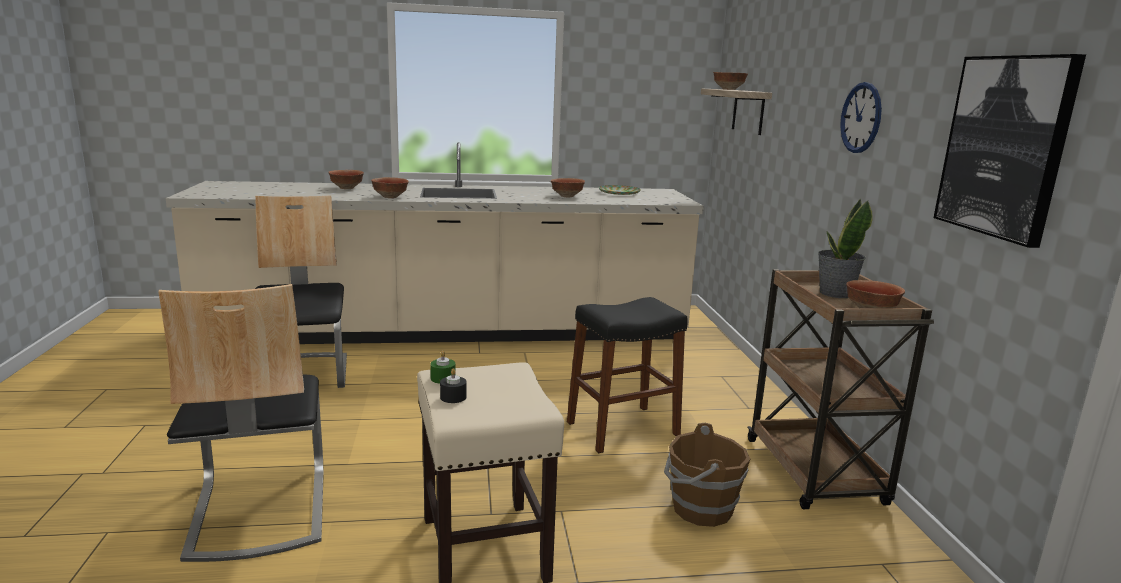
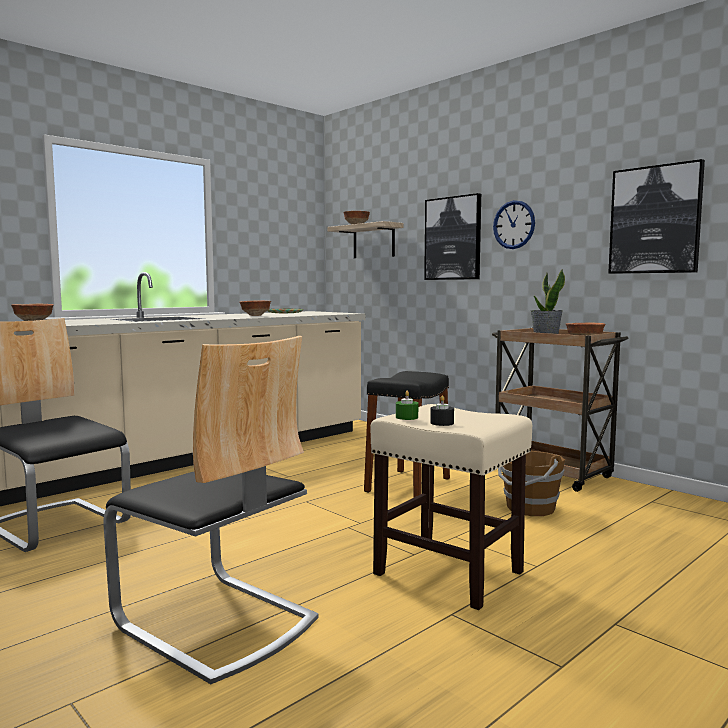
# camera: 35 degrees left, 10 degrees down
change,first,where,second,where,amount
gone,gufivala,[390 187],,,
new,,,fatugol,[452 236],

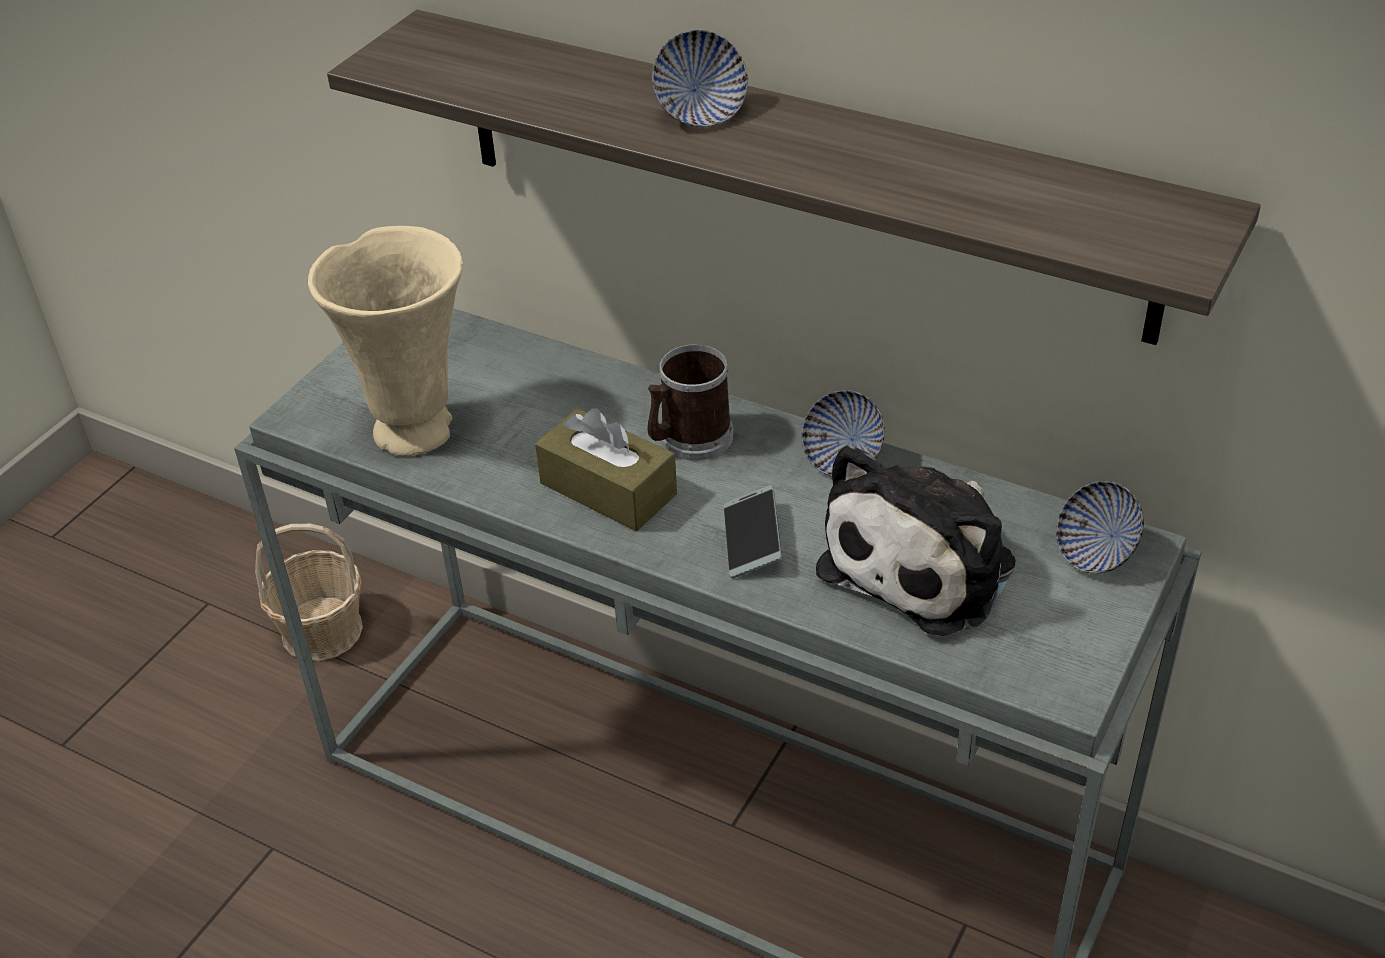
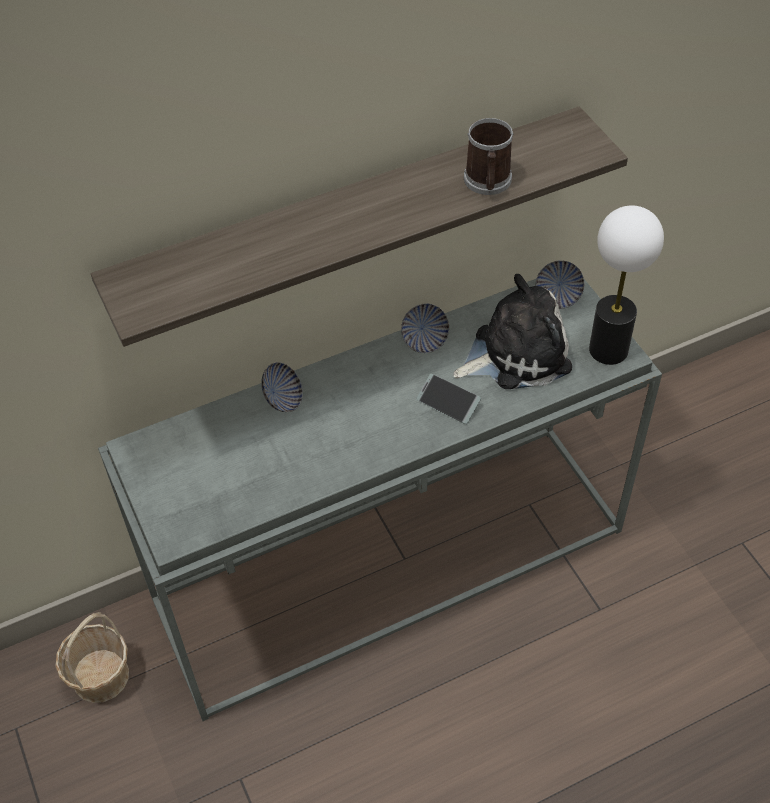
# camera: 55 degrees left, 10 degrees up
change,first,where,second,where,amount
gone,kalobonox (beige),[385 341],,,
gone,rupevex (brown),[606 469],,,
shifted,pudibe,[690 402],,[488 156],
shifted,gufivala,[700 78],,[282 387],
rotated,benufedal,[916 540],,[512 331],90 degrees counterclockwise
new,,,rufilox,[626 285],

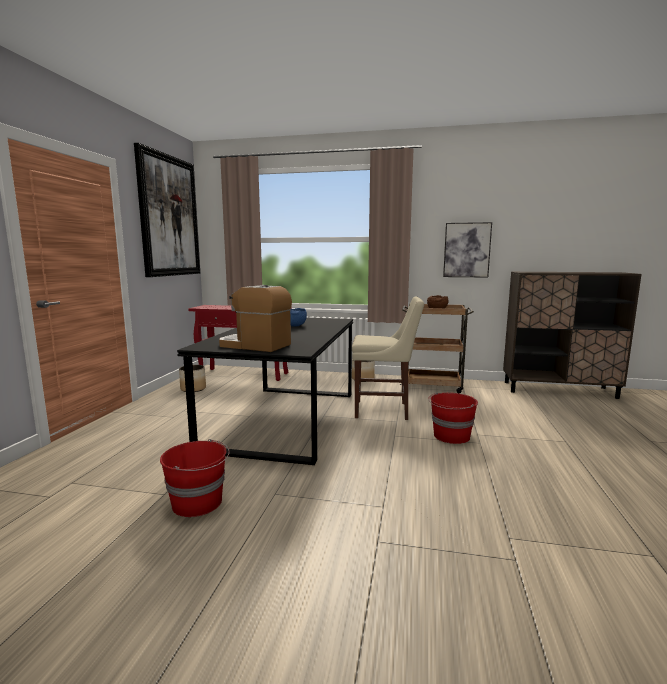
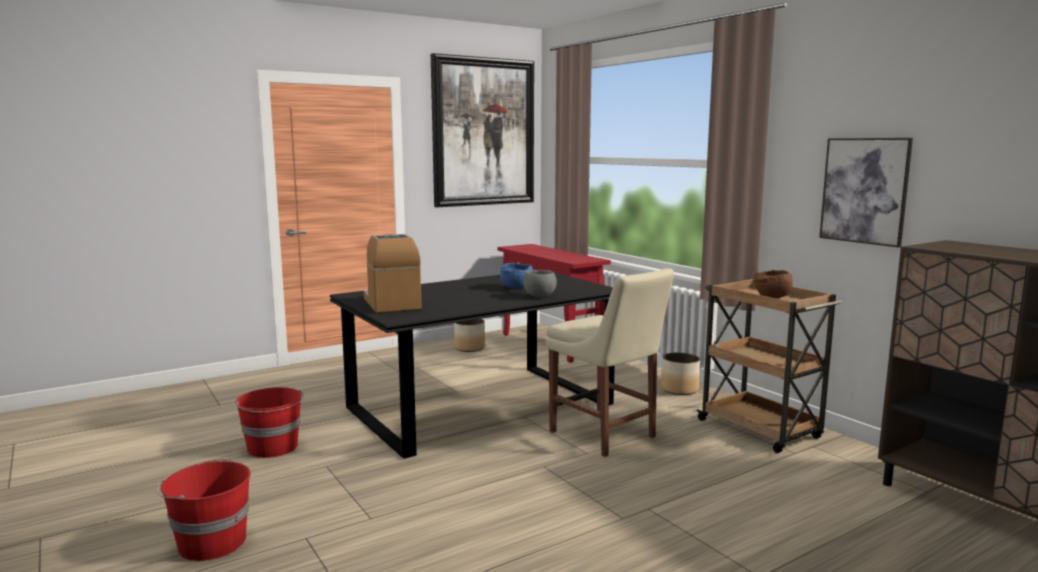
# camera: 45 degrees right, 0 degrees up
change,first,where,second,where,amount
shifted,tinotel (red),[453 418],,[203 509],
new,,,gufivala (grey),[540 283],

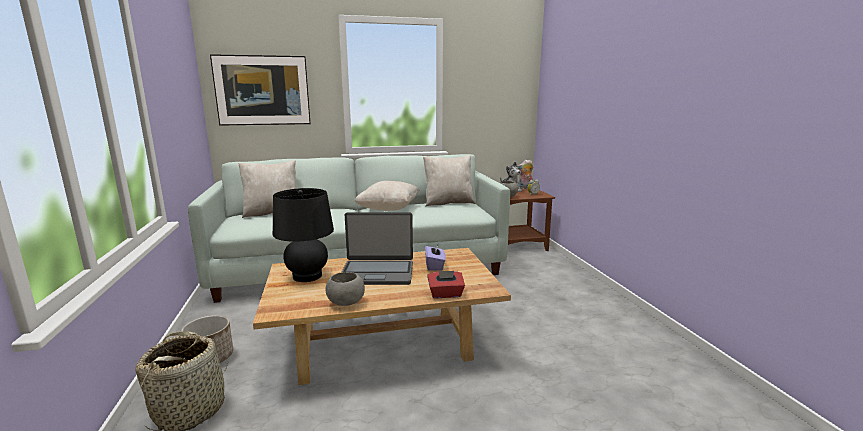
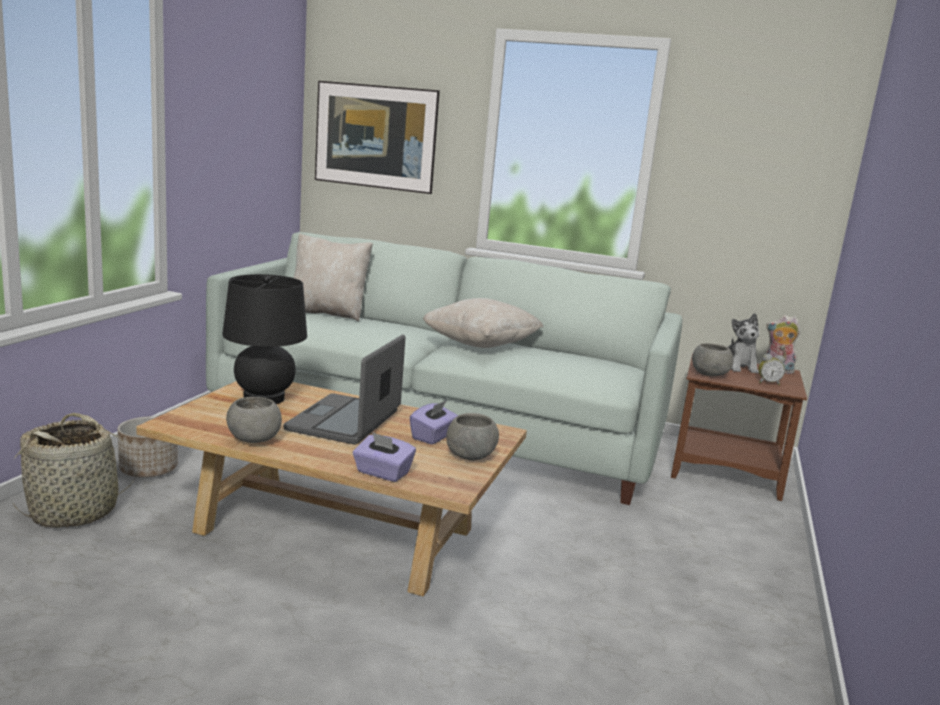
# camera: 30 degrees right, 0 degrees up
change,first,where,second,where,amount
rotated,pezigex,[377 248],,[344 389],75 degrees clockwise
gone,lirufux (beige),[449 181],,,
repainted,rupevex (red),[446 284],rupevex (purple),[384 457],
new,,,gufivala (grey),[472 437],

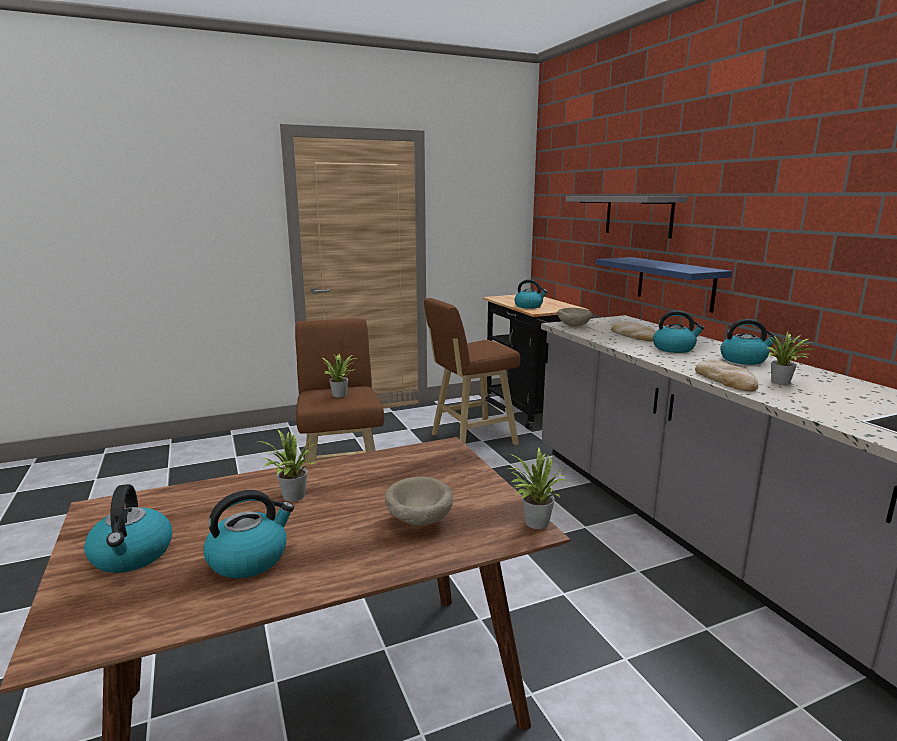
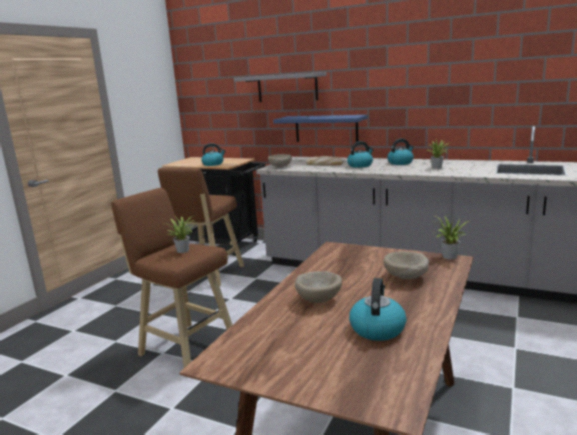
# camera: 40 degrees left, 0 degrees up
change,first,where,second,where,amount
gone,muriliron,[128 528],,,
swapped,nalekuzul,[286 465],gufivala (beige),[318 287],
gone,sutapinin,[727 375],,,

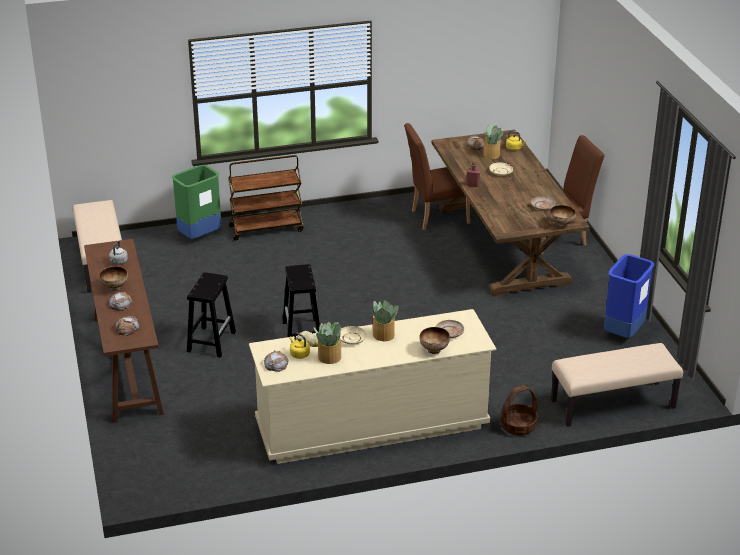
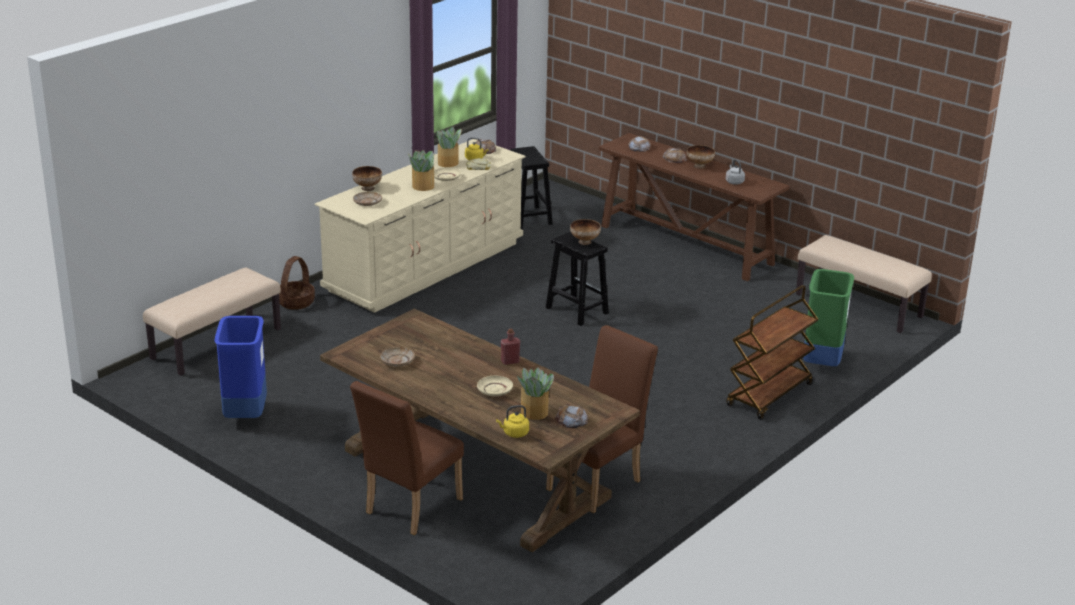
# camera: 145 degrees right, 5 degrees down
change,first,where,second,where,amount
shifted,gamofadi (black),[211 315],,[531 187],
shifted,gufivala,[562 216],,[585 232],

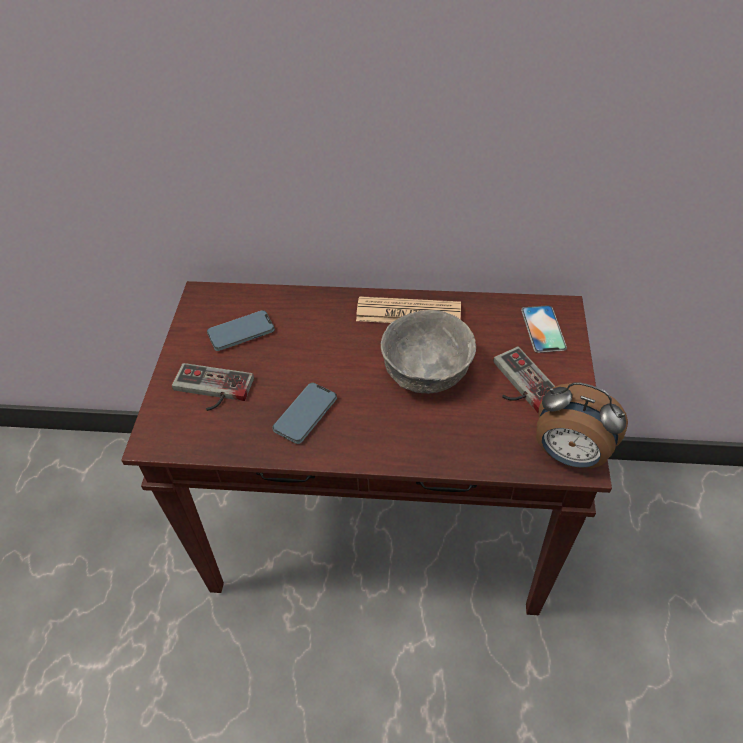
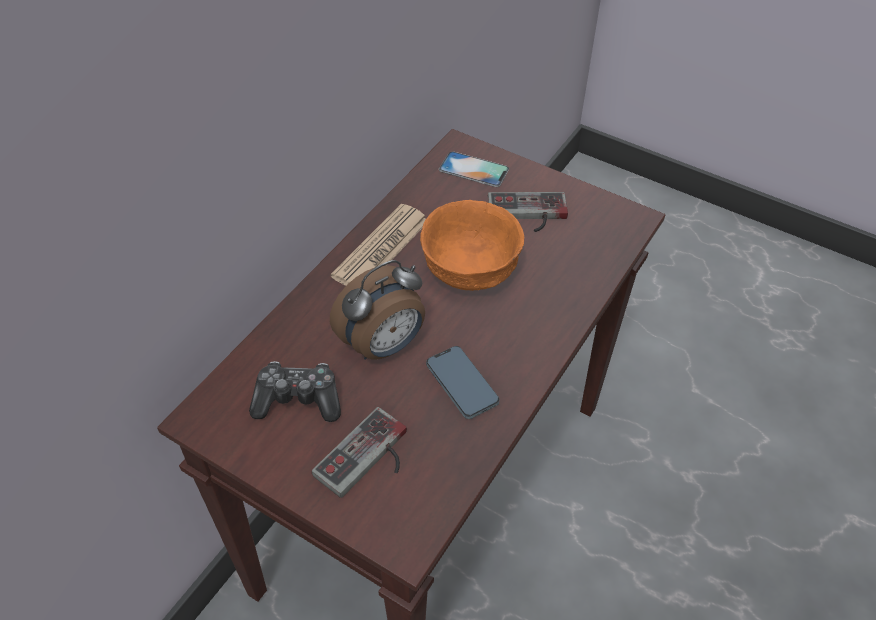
# camera: 65 degrees left, 0 degrees up
change,first,where,second,where,amount
swapped,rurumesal,[241 330],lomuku,[295 391],
repainted,gufivala (grey),[428 352],gufivala (orange),[472 245],
shifted,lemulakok,[582 425],,[377 310],

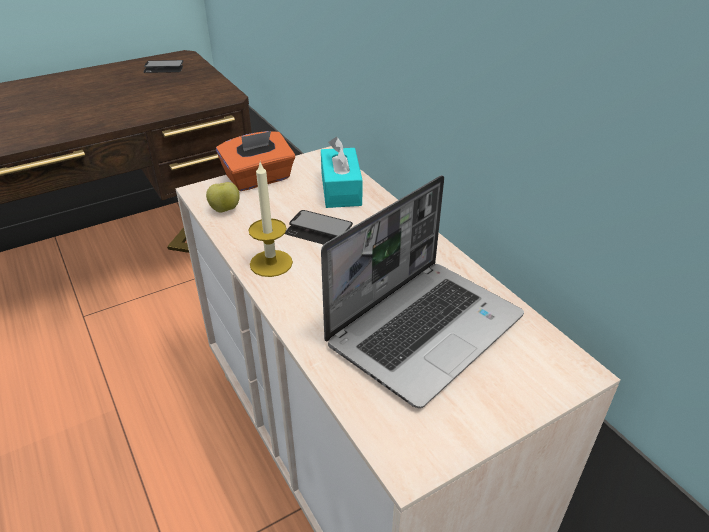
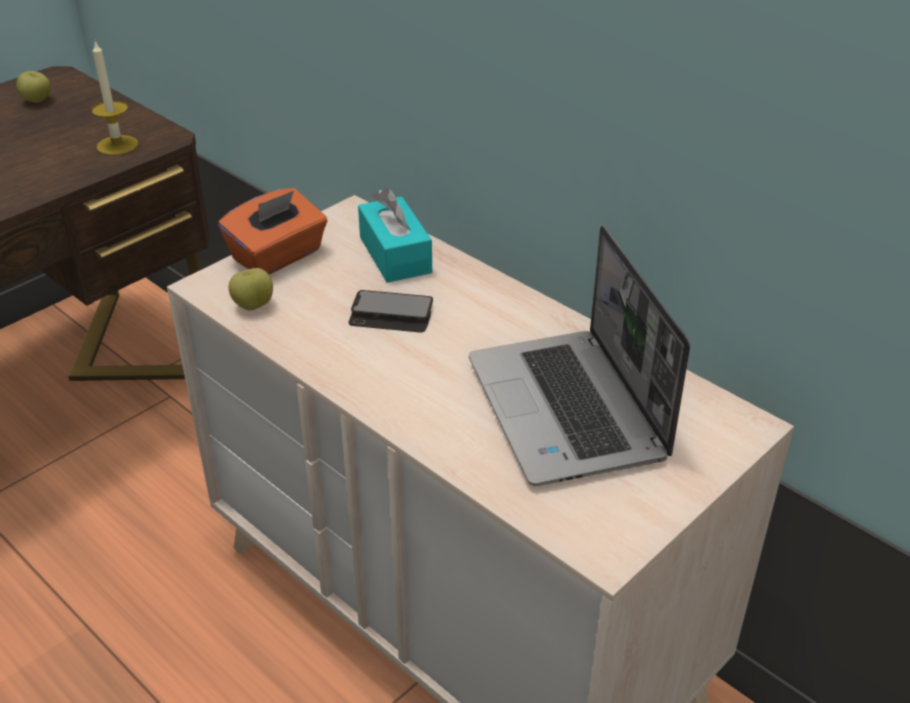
# camera: 15 degrees left, 0 degrees up
change,first,where,second,where,amount
swapped,rurumesal,[163 66],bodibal,[33 87],
shifted,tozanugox,[270 219],,[115 97],
rotated,pezigex,[422 291],,[579 356],135 degrees clockwise

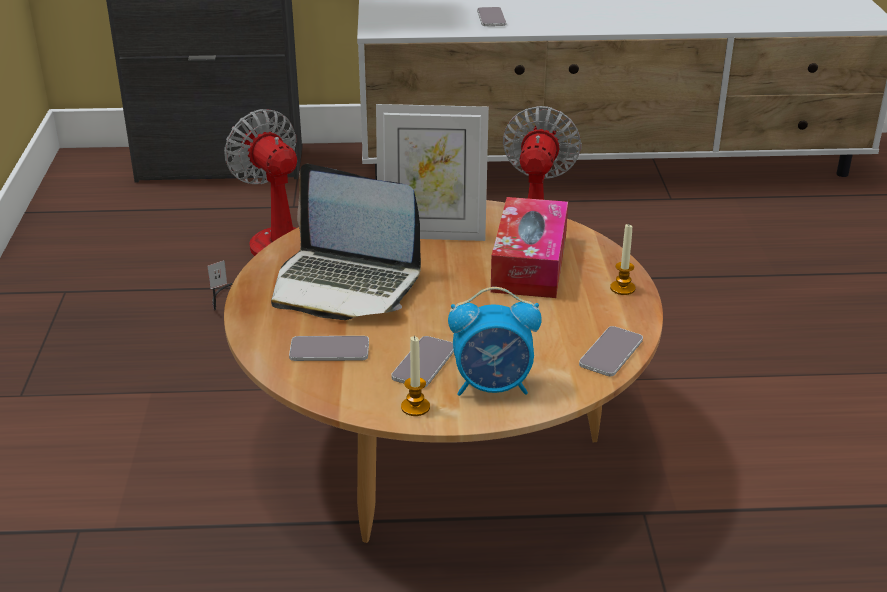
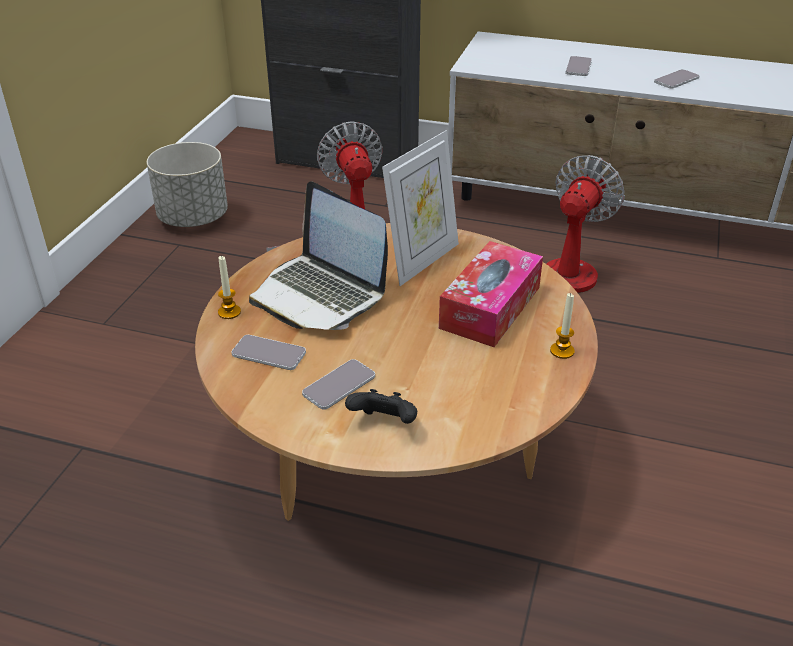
# camera: 20 degrees right, 5 degrees up
change,first,where,second,where,amount
rotated,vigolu,[432 172],,[420 208],75 degrees counterclockwise
shifted,tozanugox,[415 376],,[229 287],
swapped,lemulakok,[495 341],lomuku (black),[381 406],
shifted,rurumesal,[611 351],,[677 78],
new,,,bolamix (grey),[187 184],

